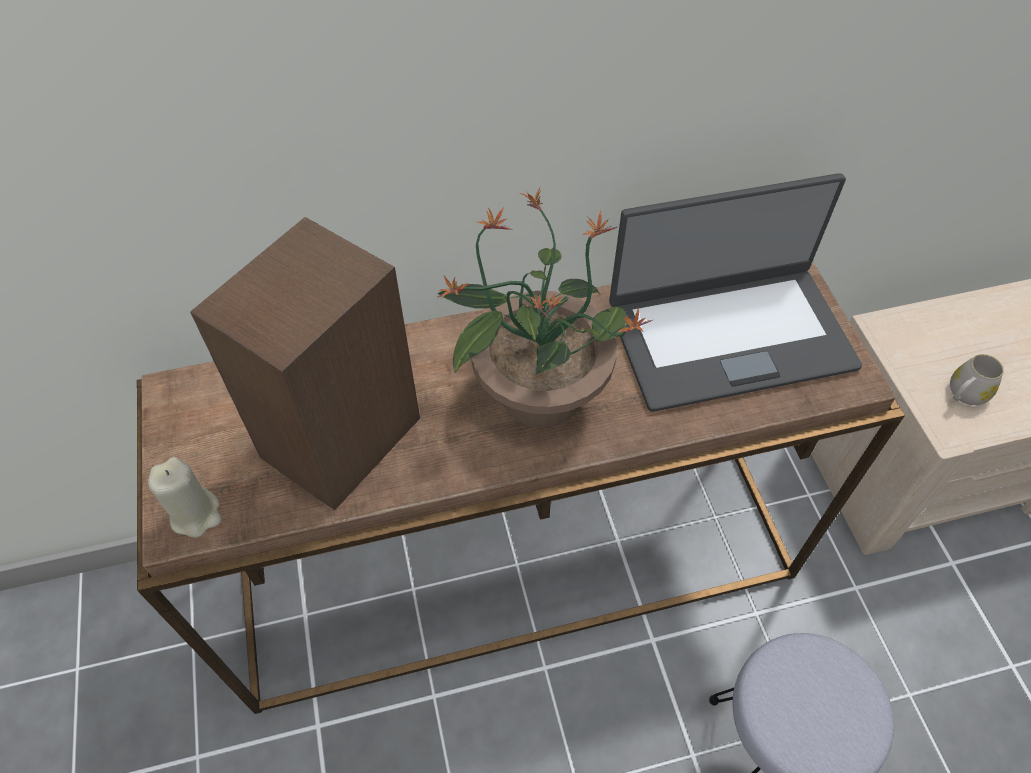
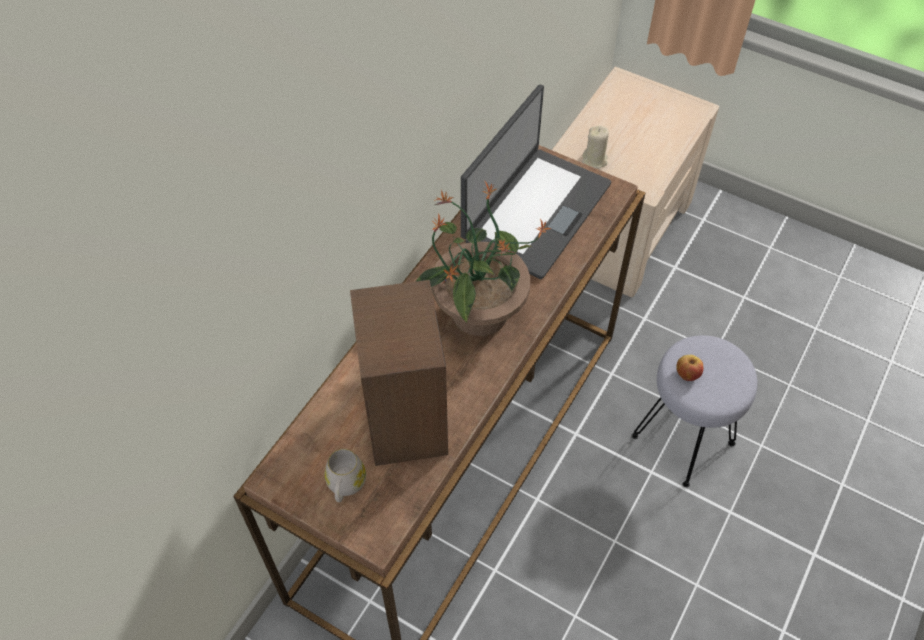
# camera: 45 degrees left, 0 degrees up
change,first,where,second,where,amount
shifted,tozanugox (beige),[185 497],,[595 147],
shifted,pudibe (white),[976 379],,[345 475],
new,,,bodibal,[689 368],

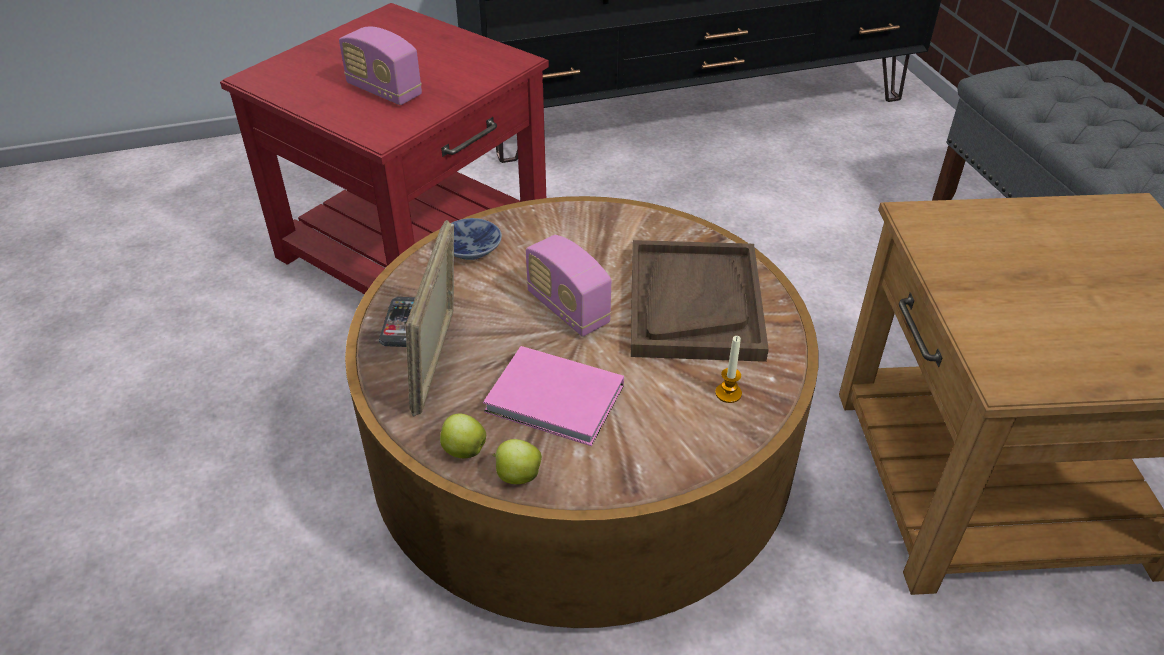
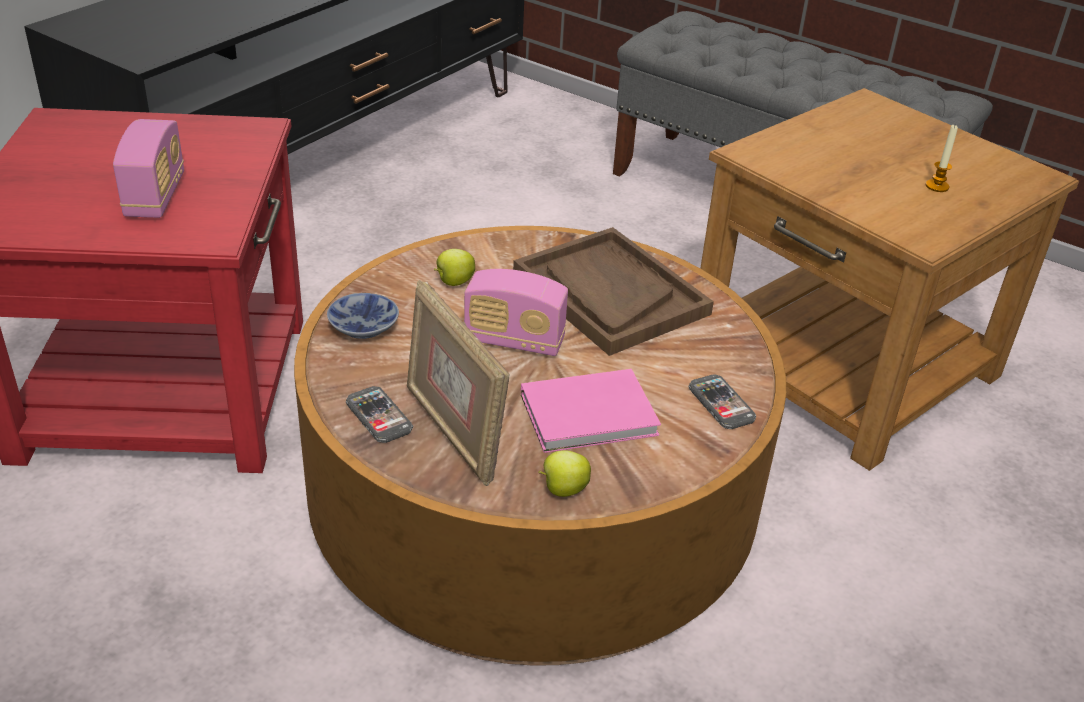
# camera: 40 degrees left, 5 degrees down
change,first,where,second,where,amount
rotated,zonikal,[380 66],,[148 168],90 degrees counterclockwise
shifted,bodibal,[517 461],,[454 267],
shifted,tozanugox,[728 369],,[942 158],
new,,,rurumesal,[722 401],

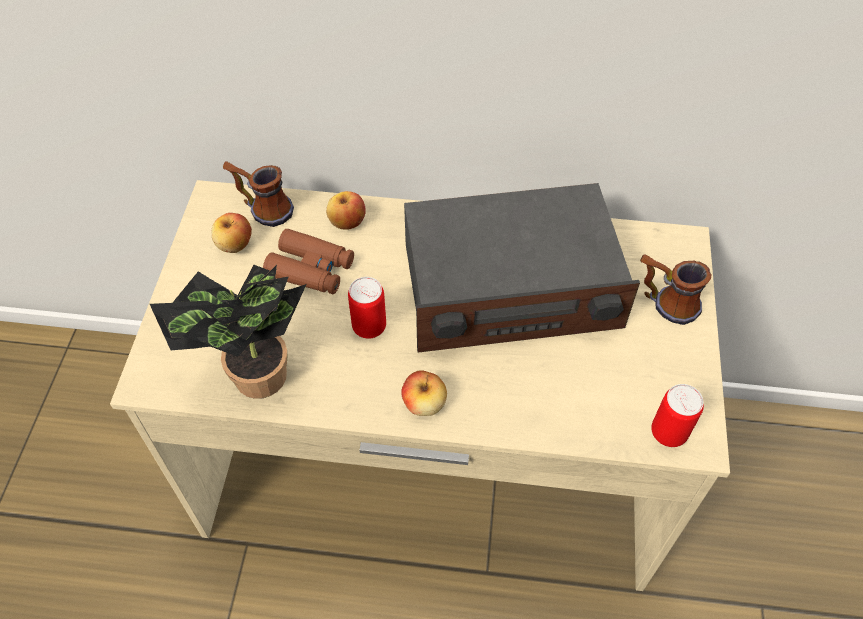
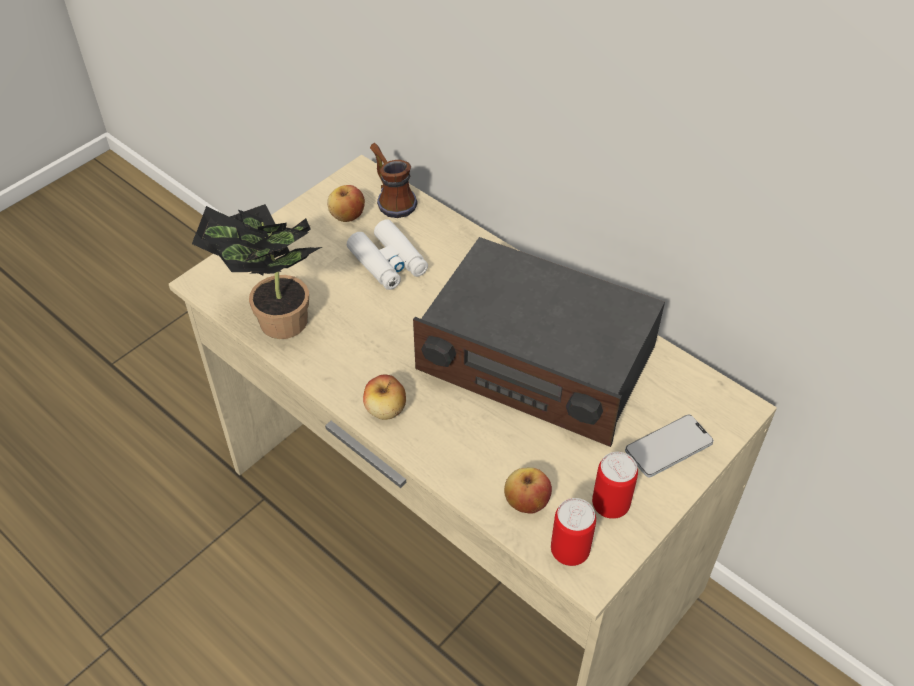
# camera: 35 degrees right, 5 degrees down
change,first,where,second,where,amount
repainted,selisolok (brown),[308 261],selisolok (white),[387 254],
shifted,bodibal,[346 210],,[528 490],
shifted,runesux,[367 308],,[615 485],
swapped,pudibe,[675 289],rurumesal,[669 445],

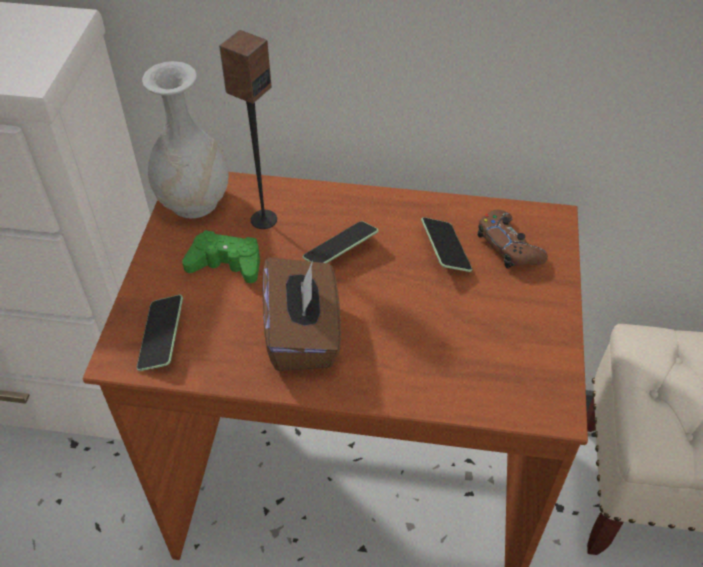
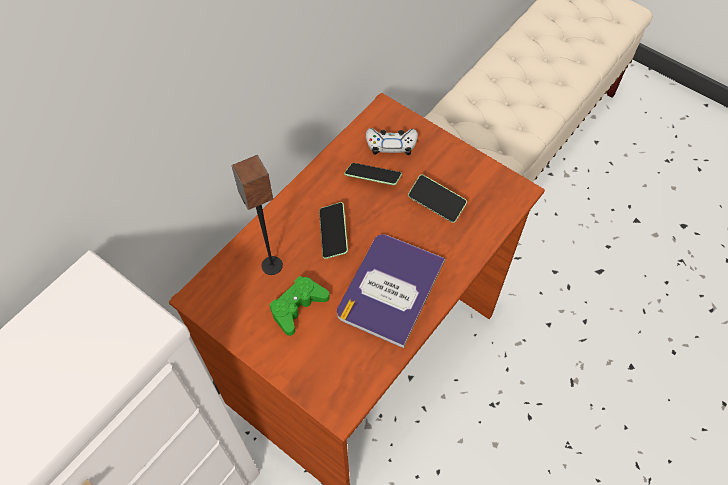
# camera: 60 degrees left, 10 degrees up
change,first,where,second,where,amount
shifted,rurumesal,[160 333],,[437 198],
gone,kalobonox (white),[185 139],,,
swapped,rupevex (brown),[302 314],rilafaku,[391 291],
repainted,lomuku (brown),[512 239],lomuku (white),[392 141],

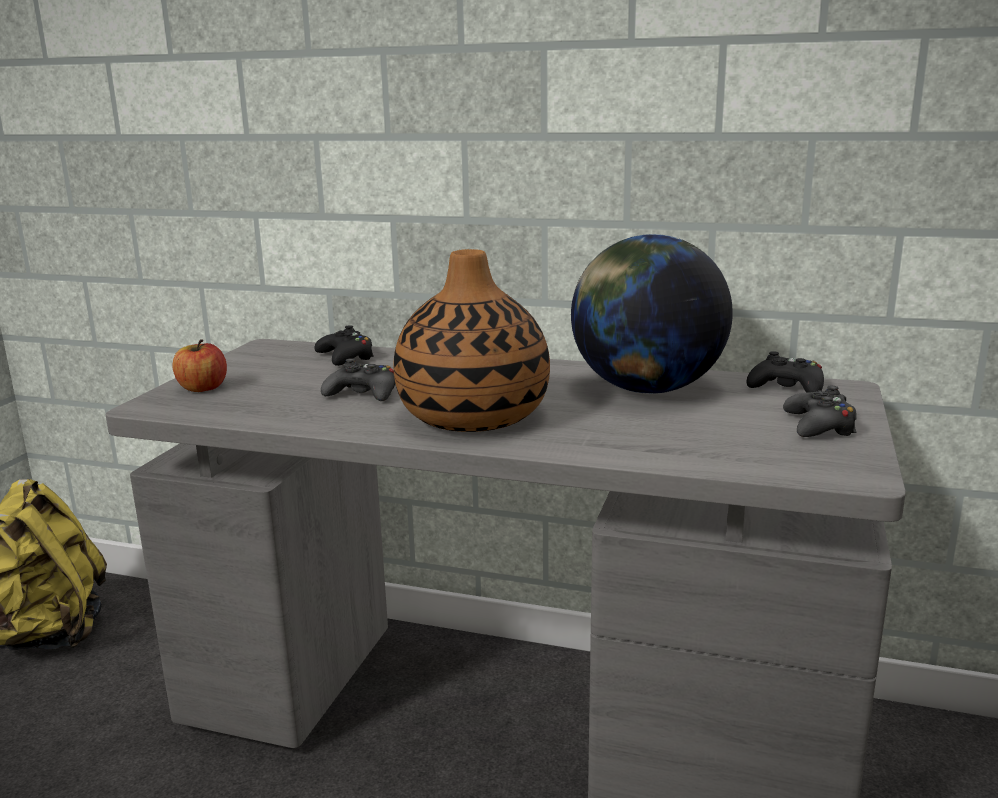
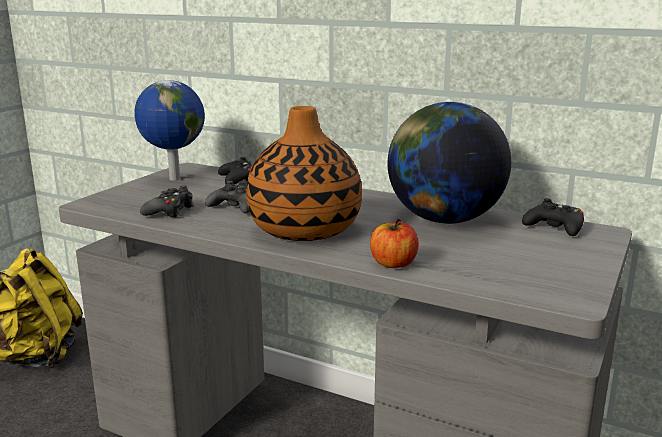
# camera: 10 degrees right, 0 degrees up
change,first,where,second,where,amount
shifted,bodibal,[199 365],,[394 243],
shifted,lomuku (black),[820 411],,[167 201],
new,,,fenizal,[169 130],

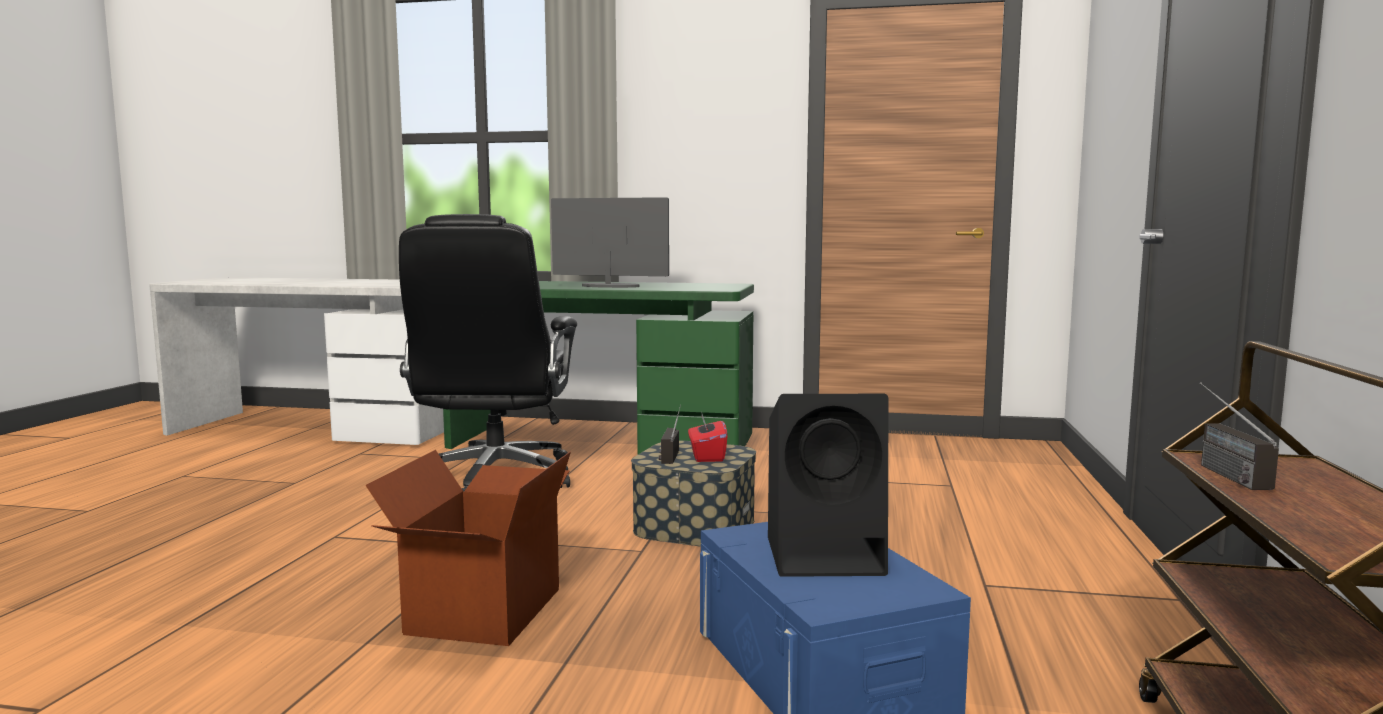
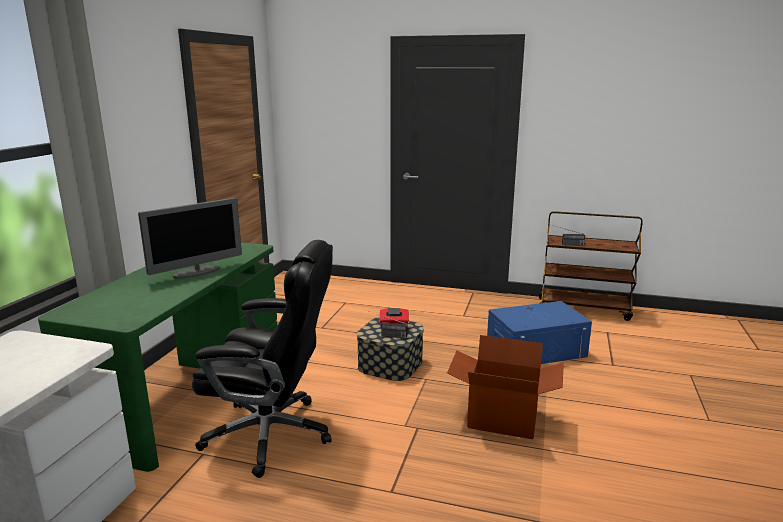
# camera: 85 degrees left, 10 degrees up
change,first,where,second,where,amount
rotated,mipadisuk,[610 242],,[190 238],150 degrees counterclockwise
gone,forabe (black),[828 485],,,

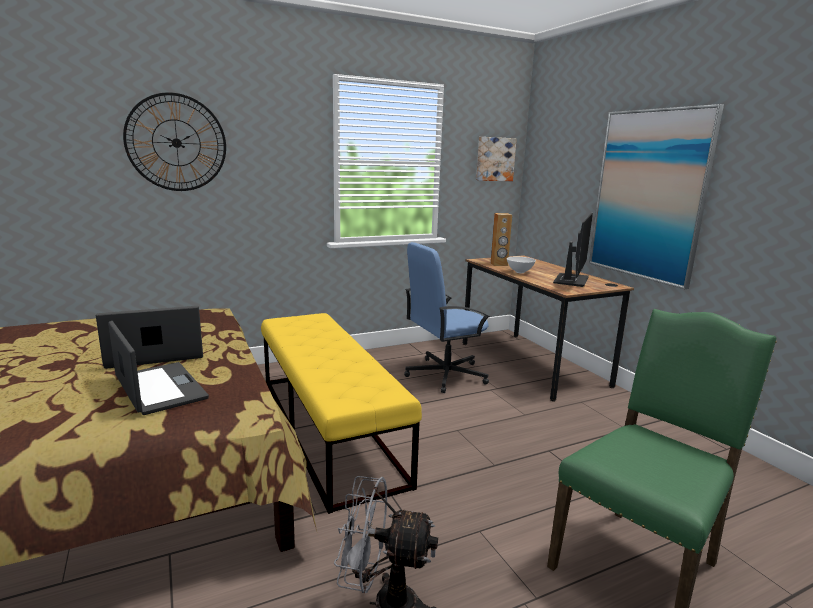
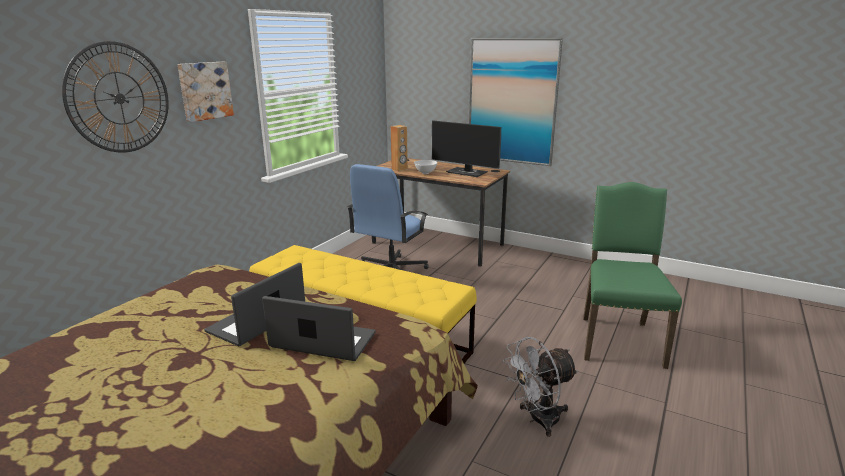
# camera: 35 degrees left, 5 degrees up
change,first,where,second,where,amount
shifted,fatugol,[496 159],,[205 92],
rotated,mipadisuk,[573 250],,[466 148],135 degrees clockwise

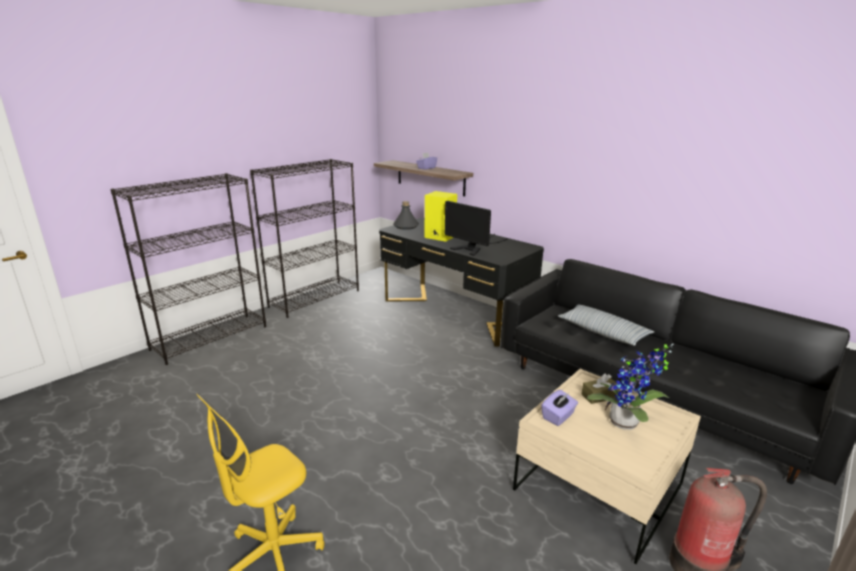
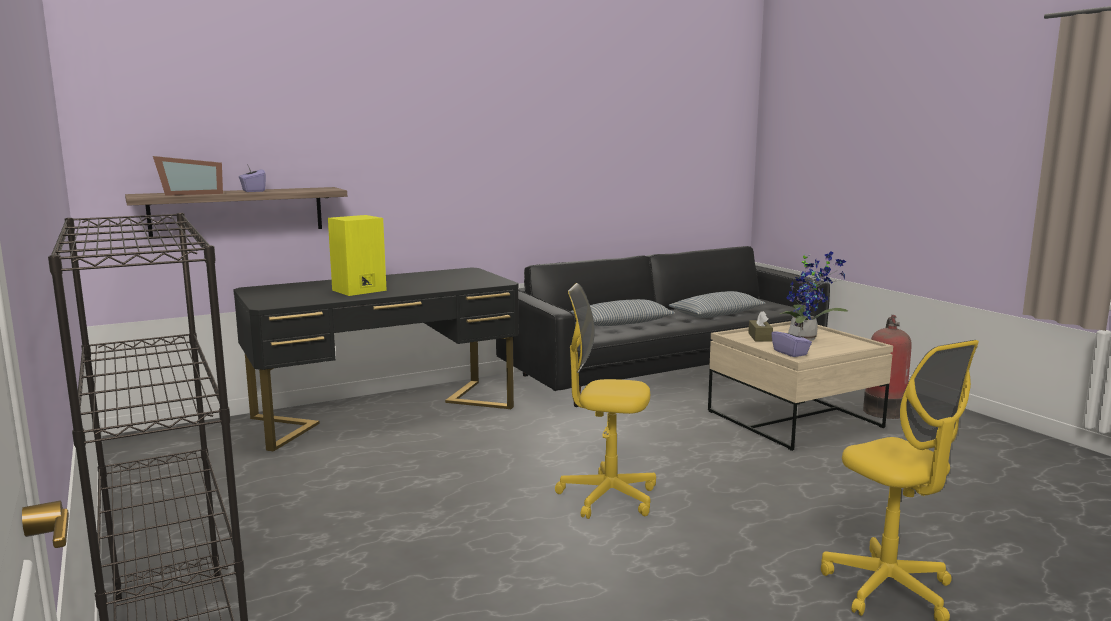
# camera: 70 degrees left, 10 degrees down
change,first,where,second,where,amount
gone,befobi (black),[304 238],,,
gone,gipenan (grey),[406 215],,,
gone,mipadisuk,[476 228],,,
new,,,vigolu,[188 176],
new,,,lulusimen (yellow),[605 401],
new,,,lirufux,[716 304],

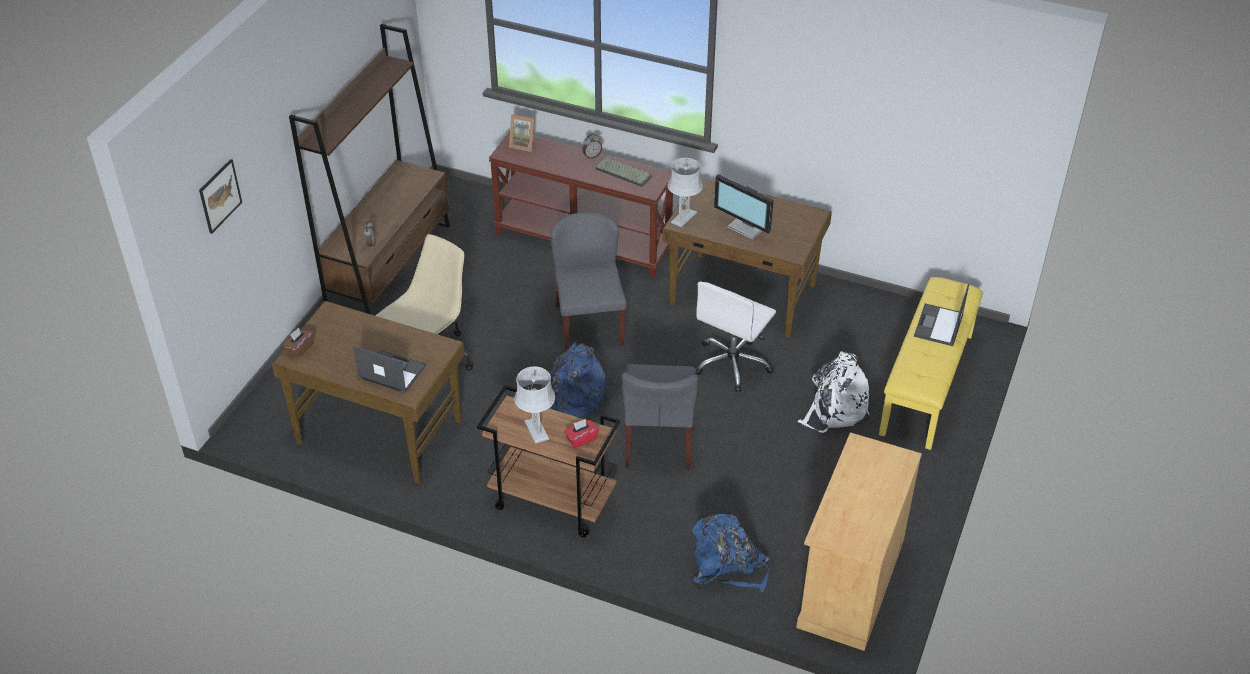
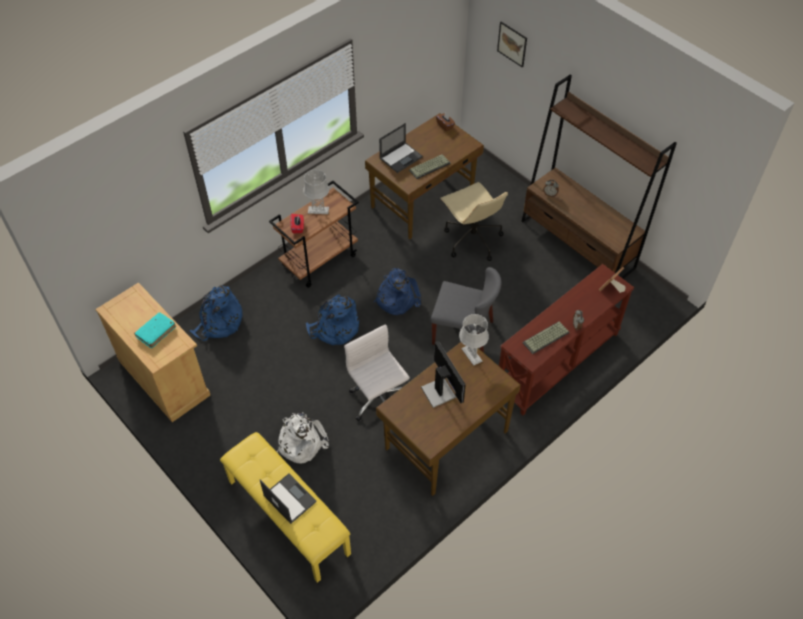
# camera: 115 degrees right, 10 degrees up
change,first,where,second,where,amount
swapped,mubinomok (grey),[660 417],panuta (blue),[332 320],
rotated,mipadisuk,[744 207],,[443 374],90 degrees clockwise
new,,,rilafaku (turquoise),[155 330],
new,,,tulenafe,[430 166],

